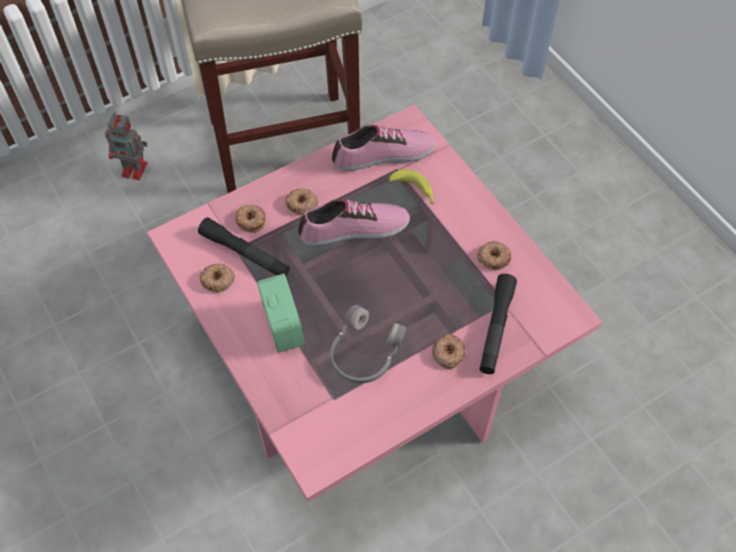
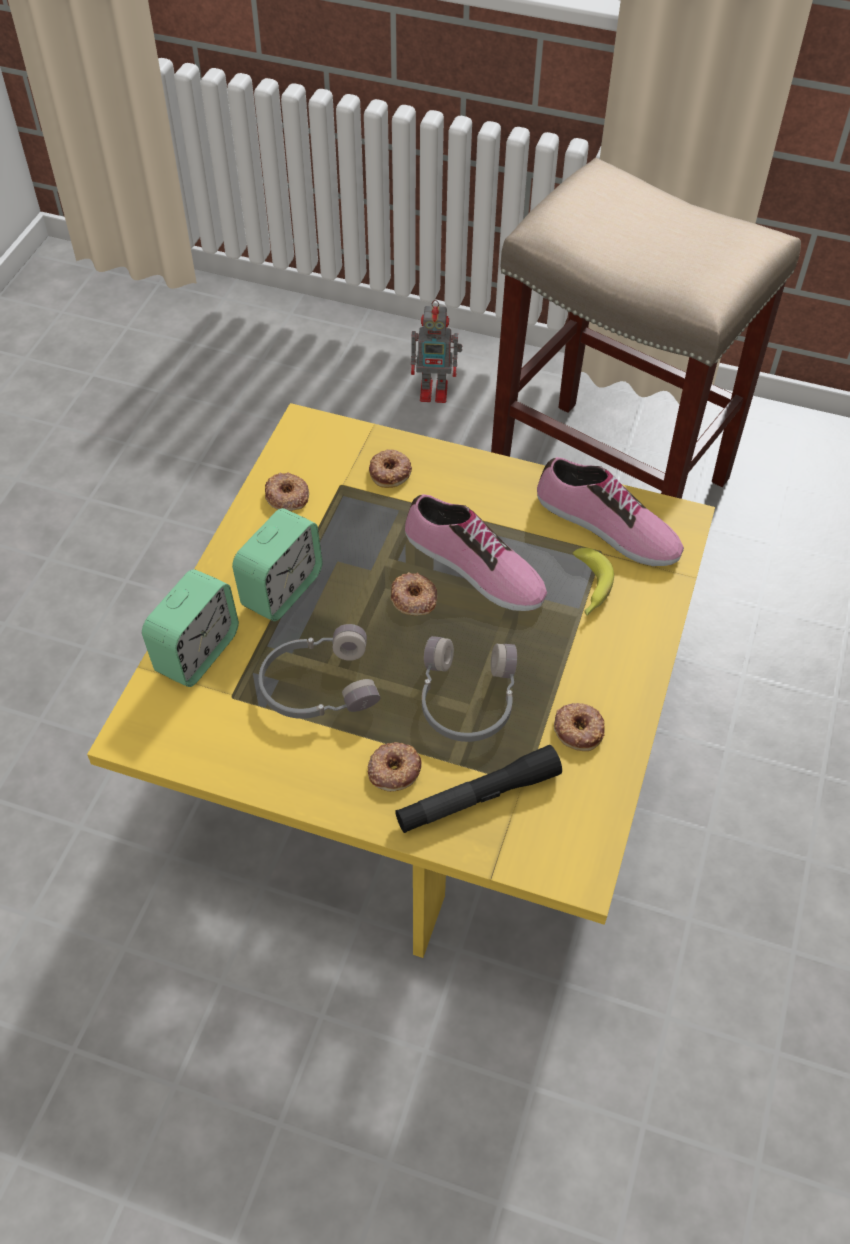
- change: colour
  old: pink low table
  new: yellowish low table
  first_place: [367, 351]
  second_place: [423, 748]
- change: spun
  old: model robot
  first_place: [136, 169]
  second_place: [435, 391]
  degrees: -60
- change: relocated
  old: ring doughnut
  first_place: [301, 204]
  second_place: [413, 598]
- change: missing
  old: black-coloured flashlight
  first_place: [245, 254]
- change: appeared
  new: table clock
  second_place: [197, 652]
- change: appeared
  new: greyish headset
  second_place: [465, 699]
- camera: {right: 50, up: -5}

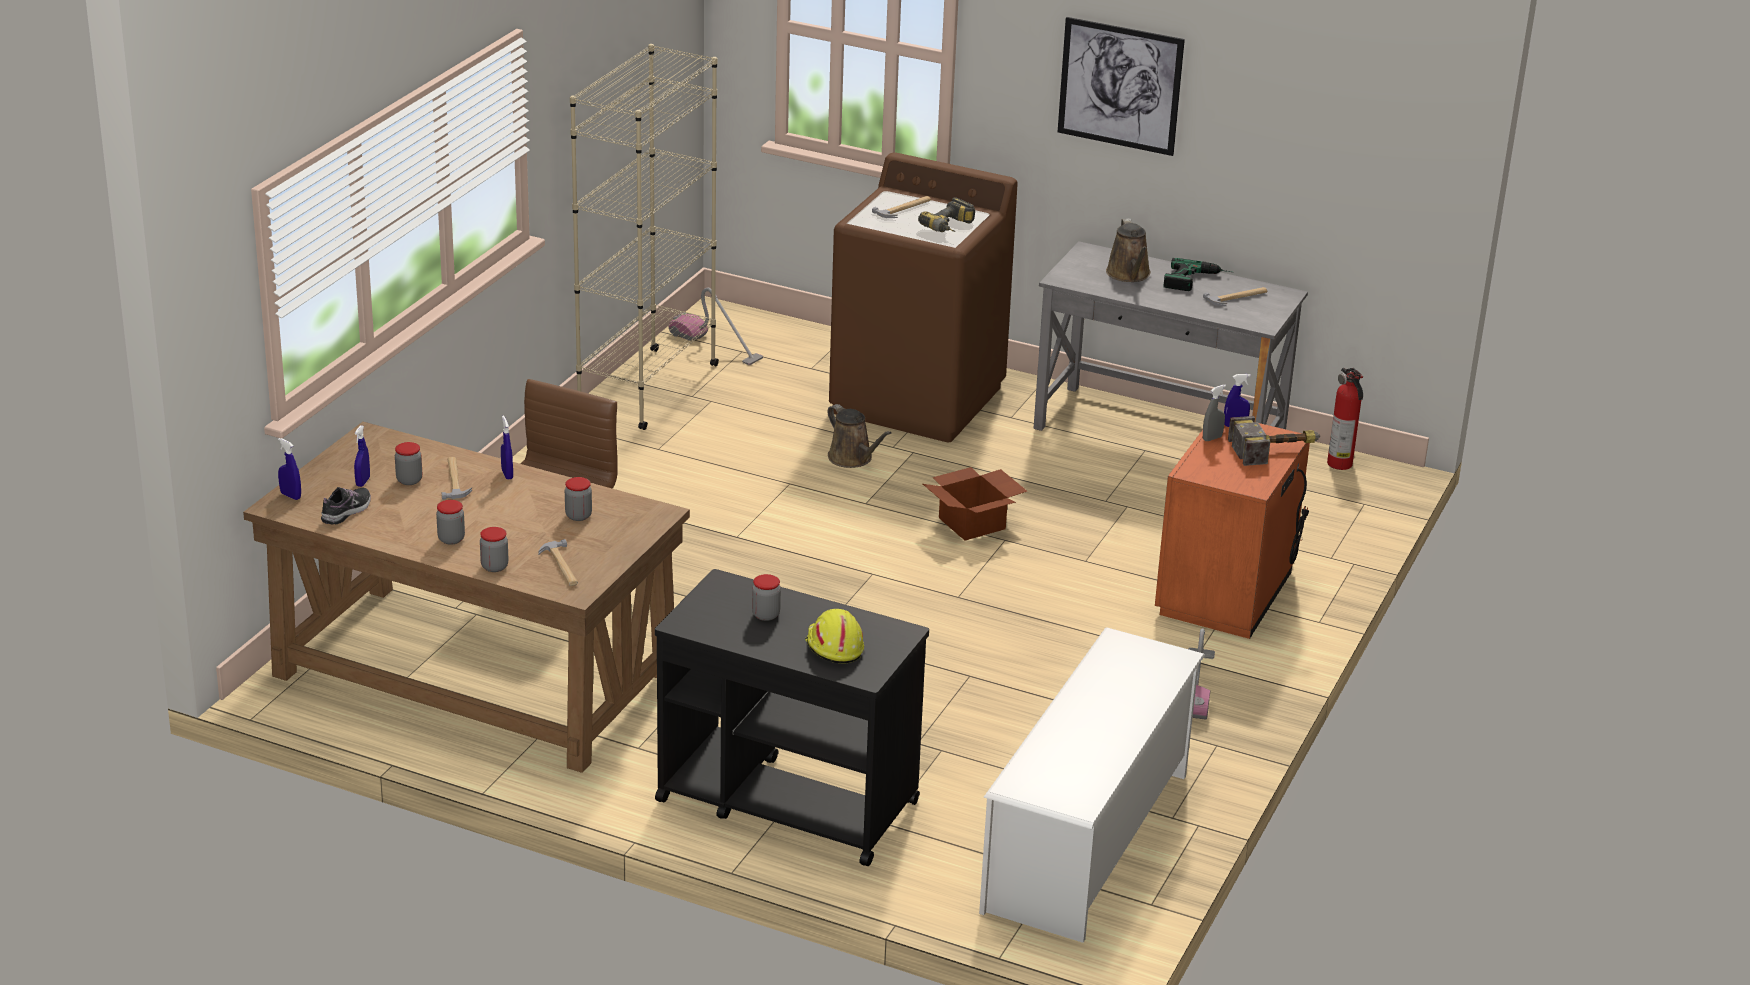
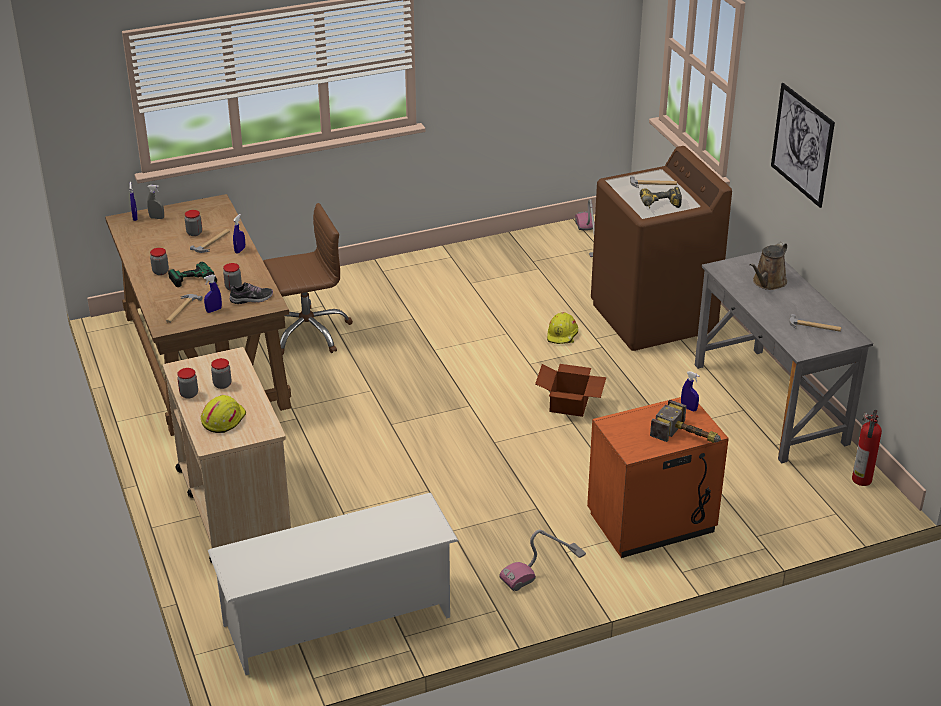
- change: missing
  old: sand-coloured bookshelf
  first_place: [647, 389]
- change: relocated
  old: drill
  first_place: [1198, 281]
  second_place: [196, 283]
- change: relocated
  old: greyish sprayer
  first_place: [1212, 438]
  second_place: [157, 218]
- change: exchanged
  old: brownish sprinkling can
  new: yellowish work helmet
  first_place: [853, 459]
  second_place: [562, 335]
- change: relocated
  old: blue sprayer
  first_place: [363, 482]
  second_place: [214, 310]
- change: relocated
  old: item of footwear
  first_place: [347, 511]
  second_place: [251, 299]
- change: relocated
  old: storage jar
  first_place: [494, 566]
  second_place: [189, 394]
- change: colour
  old: black-coloured trolley
  new: sand-coloured trolley
  first_place: [786, 800]
  second_place: [233, 505]
- camera: {right: 45, up: 5}

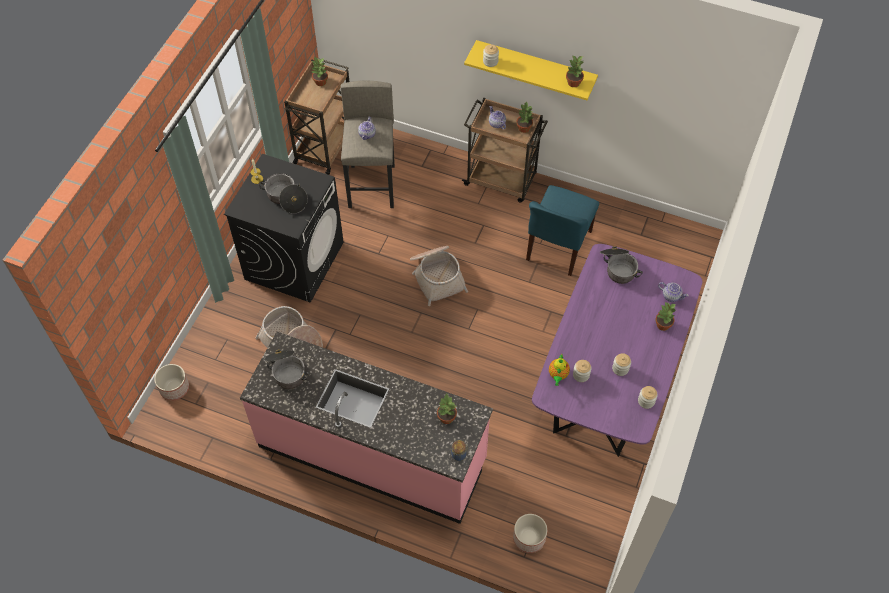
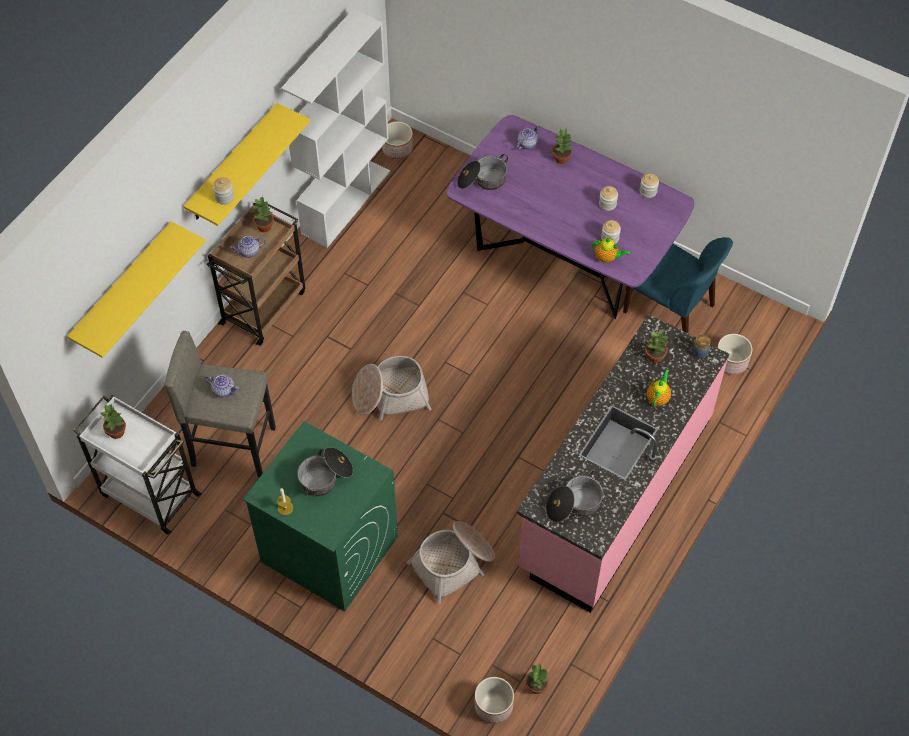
- change: relocated
  old: potted plant
  first_place: [574, 83]
  second_place: [537, 686]
- change: colour
  old: brownish trolley
  new: white trolley
  first_place: [325, 146]
  second_place: [148, 494]
- change: colour
  old: black-coloured laundry appliance
  new: greenish laundry appliance
  first_place: [294, 260]
  second_place: [328, 549]
- change: relocated
  old: blue plain chair
  first_place: [558, 246]
  second_place: [670, 309]
- change: appeared
  new: white bookshelf
  second_place: [346, 202]
- change: appeared
  new: plant pot
  second_place: [398, 149]
- change: appeared
  new: yellowish bracket shelf
  second_place: [123, 287]
- change: appeared
  new: tea pot
  second_place: [658, 398]
- camera: {right: -80, up: 0}

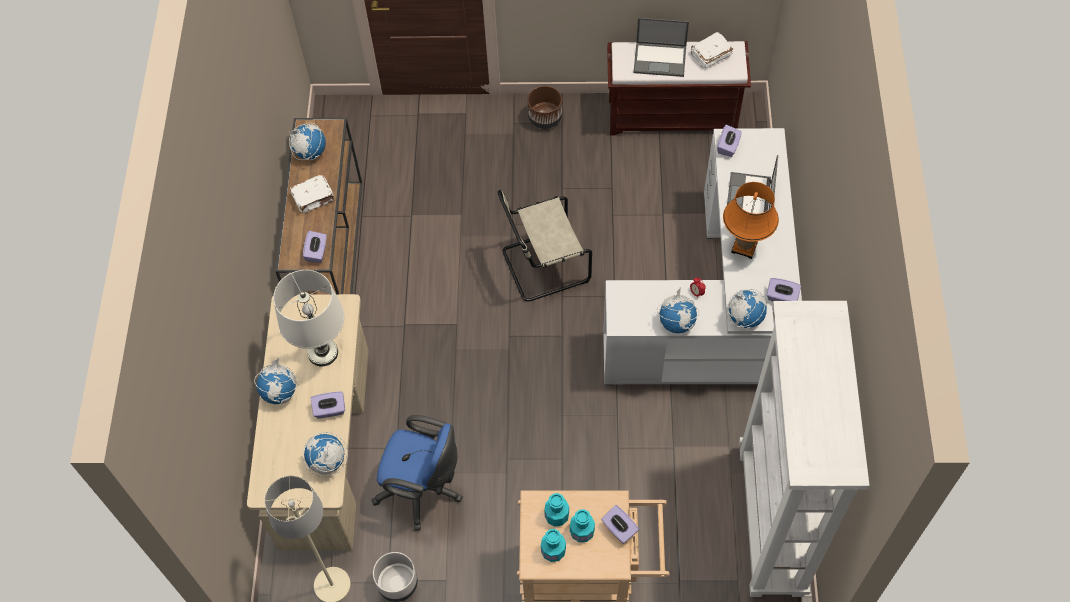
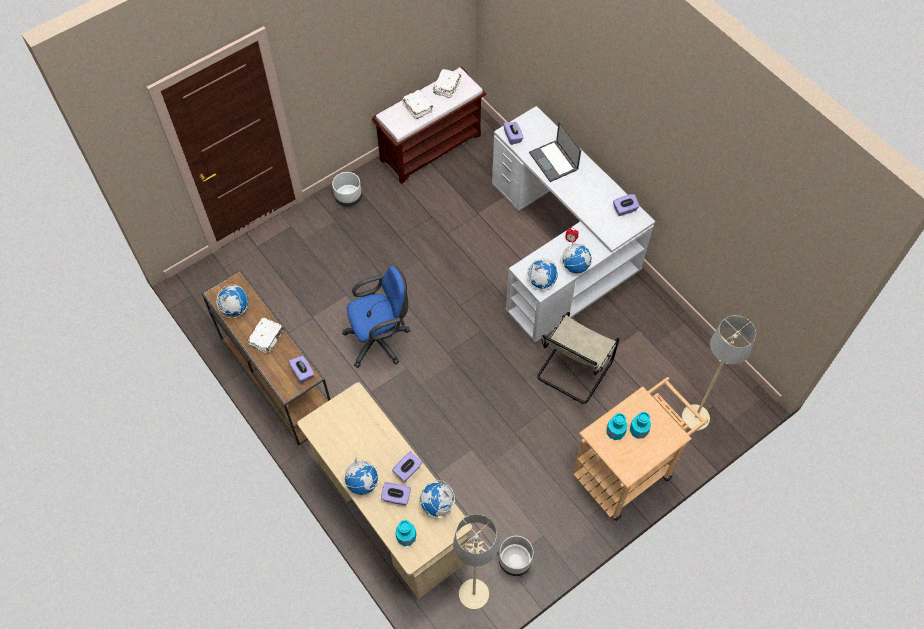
- change: exchanged
  old: notebook computer
  new: white bound book
  first_place: [660, 59]
  second_place: [417, 108]
- change: colour
  old: brownish plant pot
  new: white plant pot
  first_place: [545, 118]
  second_place: [348, 197]
- change: missing
  old: orange-coloured tabletop lamp
  first_place: [744, 247]
- change: relocated
  old: sand-coloured plain chair
  first_place: [542, 266]
  second_place: [573, 371]
- change: missing
  old: white tabletop lamp
  first_place: [323, 352]
- change: relocated
  old: world globe
  first_place: [744, 318]
  second_place: [541, 282]
- change: missing
  old: white bookshelf
  first_place: [772, 522]
- change: relocated
  old: blue computer chair
  first_place: [423, 490]
  second_place: [380, 340]
- change: relocated
  old: purple-coloured tissue box
  first_place: [619, 529]
  second_place: [396, 497]
- change: relocated
  old: blue-green drink bottle
  first_place: [553, 551]
  second_place: [406, 537]
- change: appeared
  new: sand-coloured standing lamp
  second_place: [695, 418]
- camera: {right: -40, up: 0}

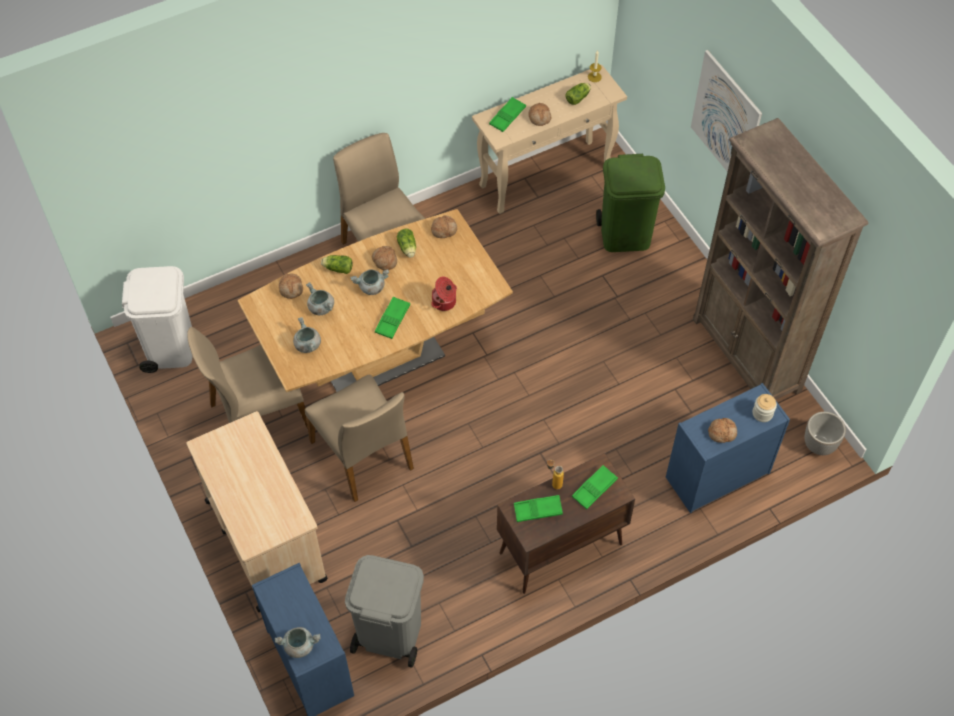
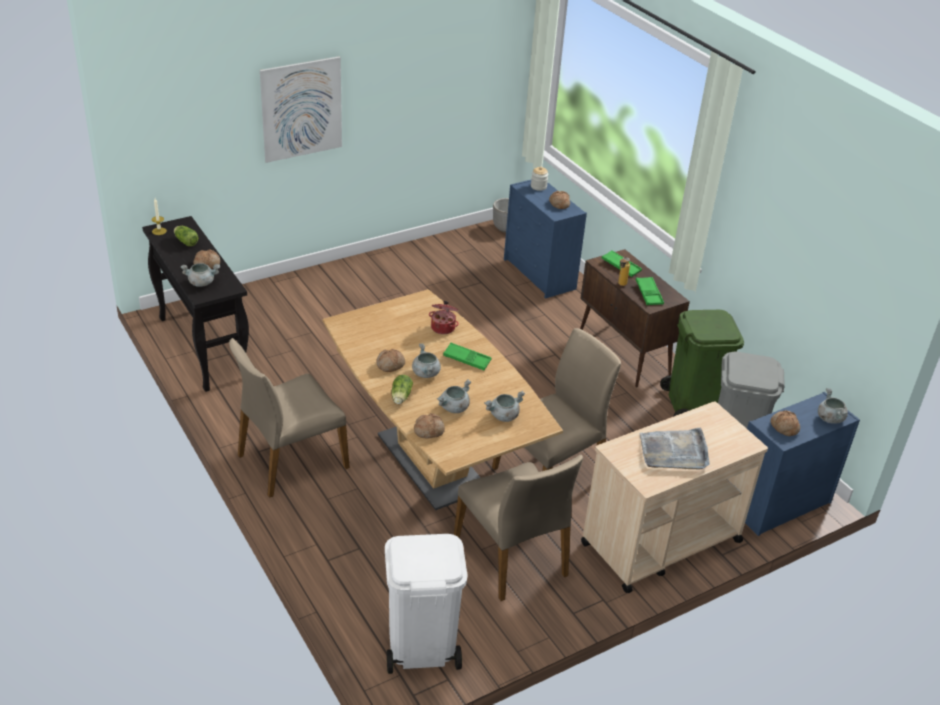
- change: colour
  old: sand-coloured narrow table
  new: black-coloured narrow table
  first_place: [546, 176]
  second_place: [201, 347]
- change: exchanged
  old: greenish serving tray
  new: greyish stockpot
  first_place: [507, 117]
  second_place: [202, 282]
- change: missing
  old: brownish bookshelf
  first_place: [746, 355]
- change: relocated
  old: greenish waste bin
  first_place: [625, 235]
  second_place: [691, 405]
- change: relocated
  old: baked bread
  first_place: [444, 229]
  second_place: [784, 427]
- change: missing
  old: lettuce
  first_place: [407, 249]
- change: appeared
  new: greyish serving tray
  second_place: [674, 452]
- camera: {right: -95, up: -20}

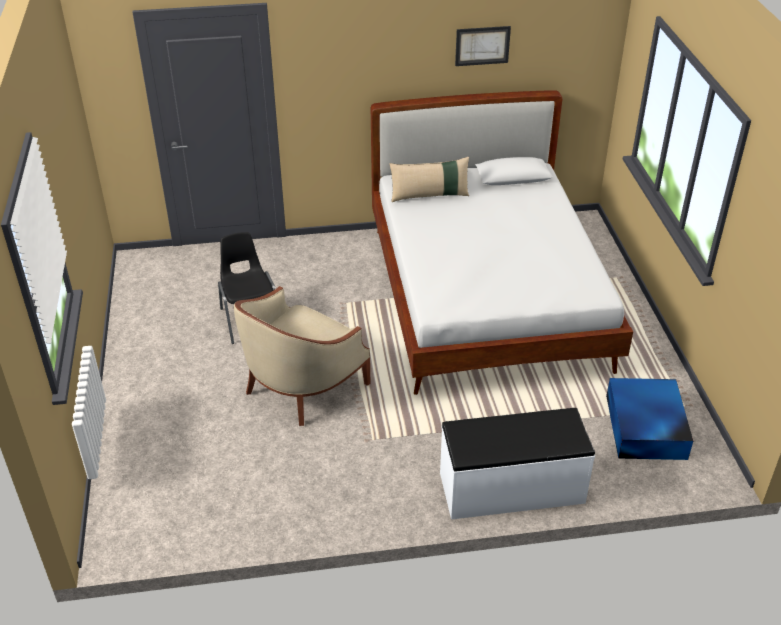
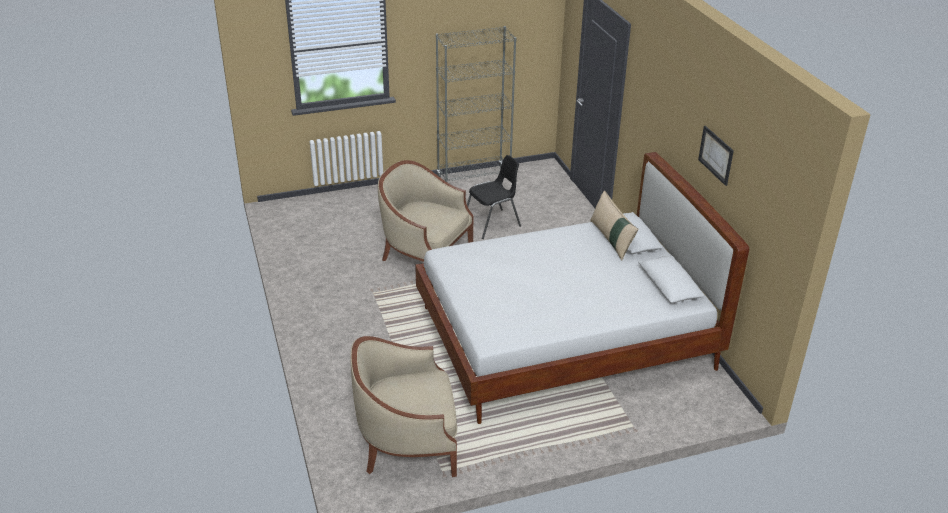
- change: exchanged
  old: blue storage bin
  new: sand-coloured lounge chair
  first_place: [645, 428]
  second_place: [408, 442]
- change: missing
  old: white long seat
  first_place: [511, 489]
- change: appeared
  new: greyish bookshelf
  second_place: [474, 178]
- camera: {right: 80, up: -5}

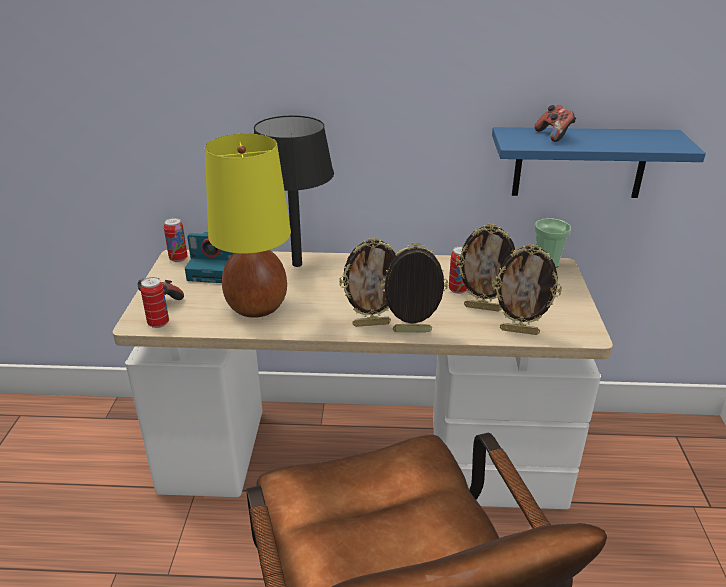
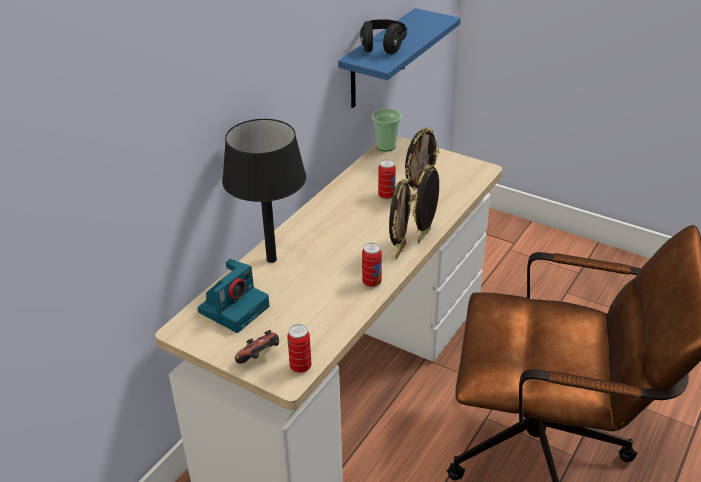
- change: exchanged
  old: joypad
  new: black-coloured headset
  first_place: [554, 136]
  second_place: [382, 47]
- change: missing
  old: yellowish tabletop lamp
  first_place: [256, 307]
- change: relocated
  old: can
  first_place: [178, 258]
  second_place: [371, 282]
- change: missing
  old: standing frame
  first_place: [519, 331]
- camera: {right: -60, up: 5}

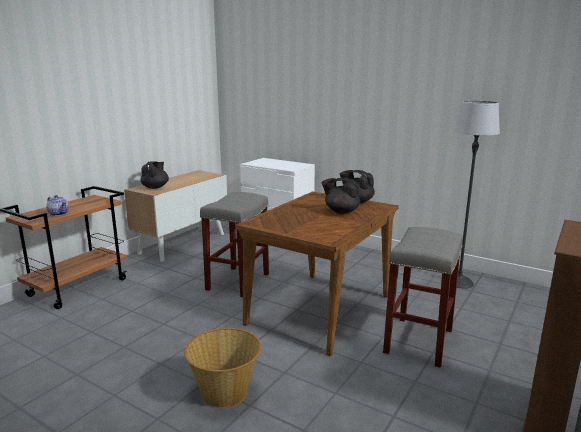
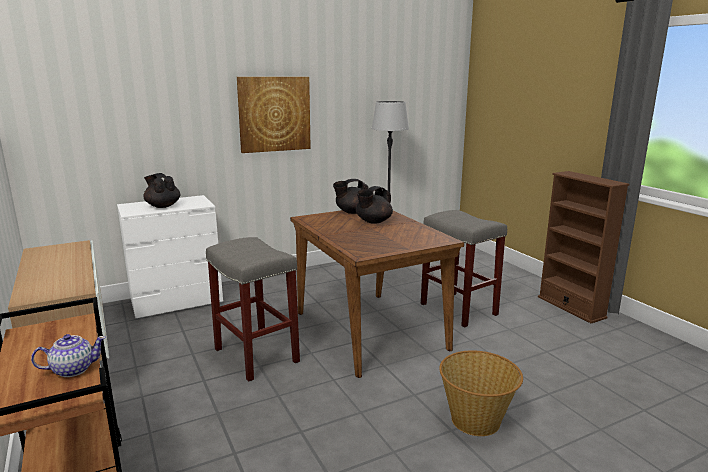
- change: relocated
  old: black-coloured tea pot
  first_place: [155, 187]
  second_place: [163, 206]
- change: appeared
  new: picture
  second_place: [274, 114]
- camera: {right: -60, up: 0}

